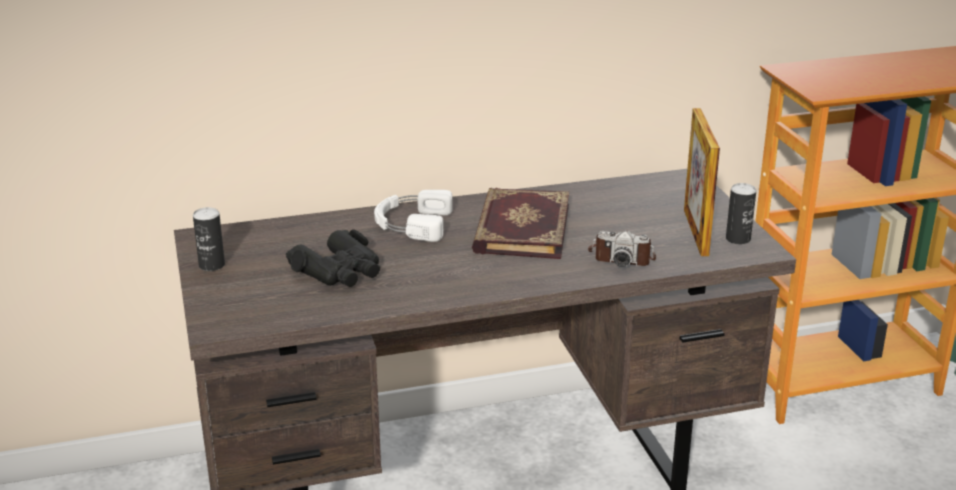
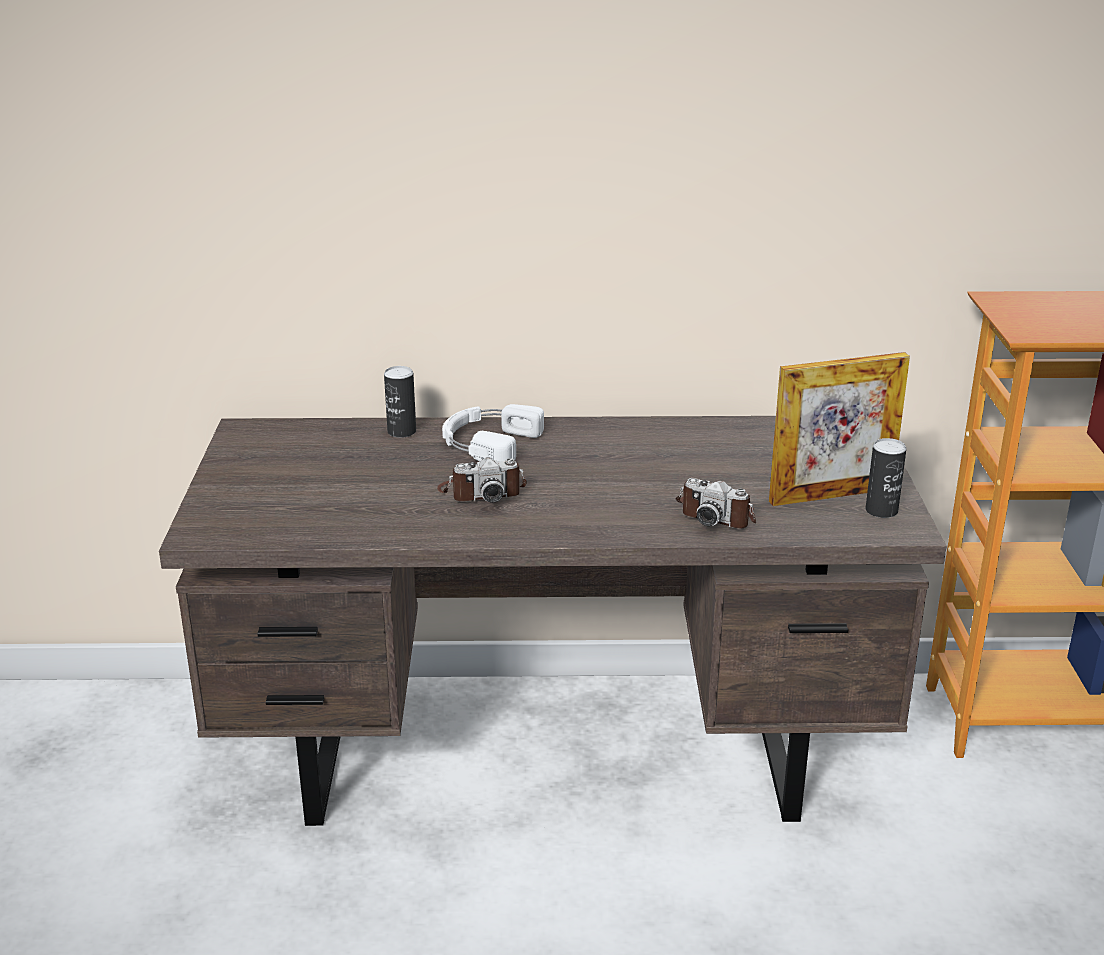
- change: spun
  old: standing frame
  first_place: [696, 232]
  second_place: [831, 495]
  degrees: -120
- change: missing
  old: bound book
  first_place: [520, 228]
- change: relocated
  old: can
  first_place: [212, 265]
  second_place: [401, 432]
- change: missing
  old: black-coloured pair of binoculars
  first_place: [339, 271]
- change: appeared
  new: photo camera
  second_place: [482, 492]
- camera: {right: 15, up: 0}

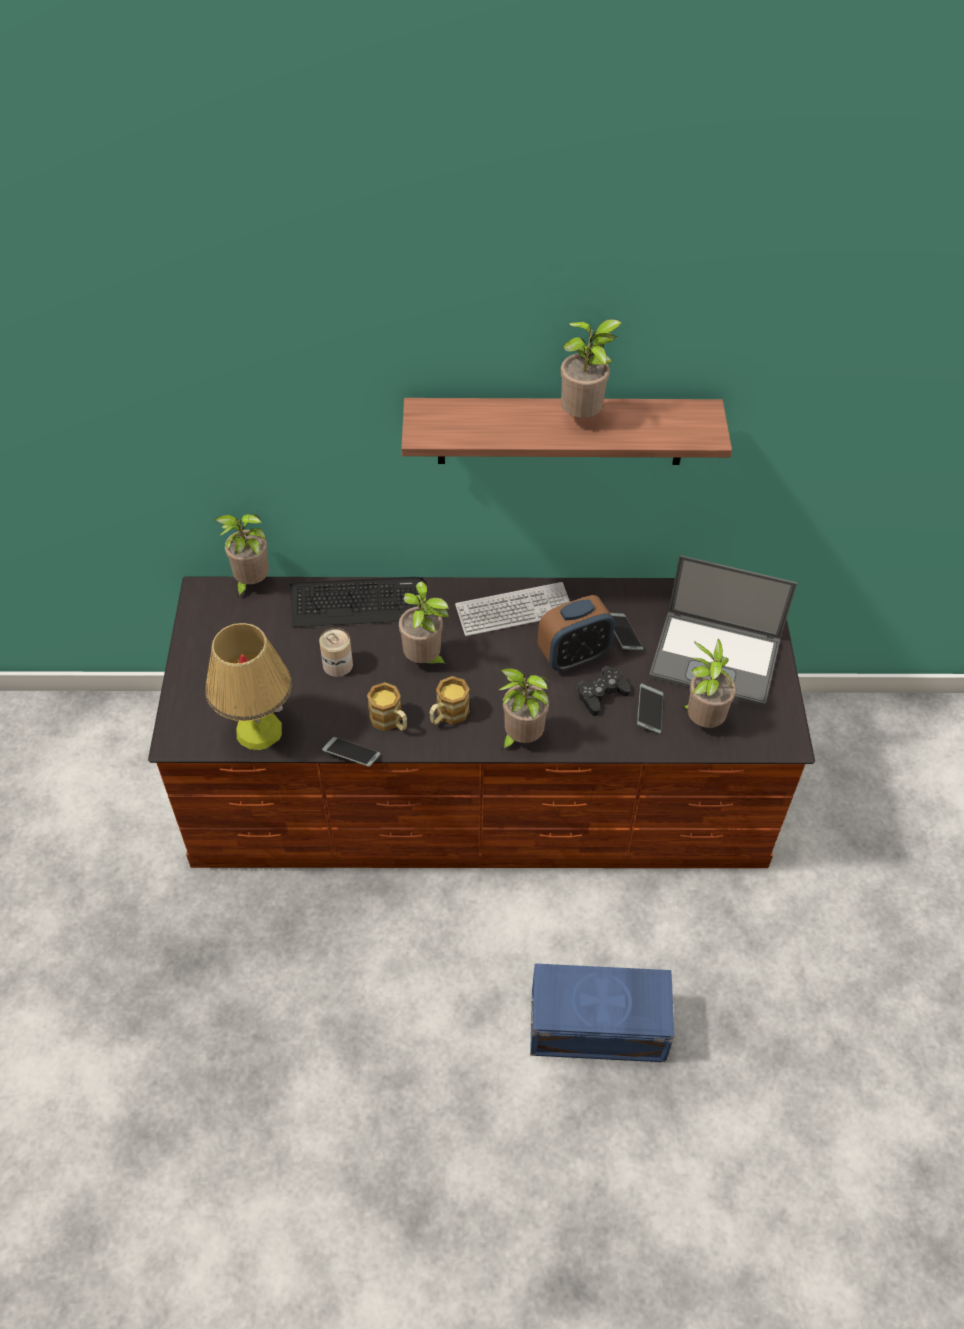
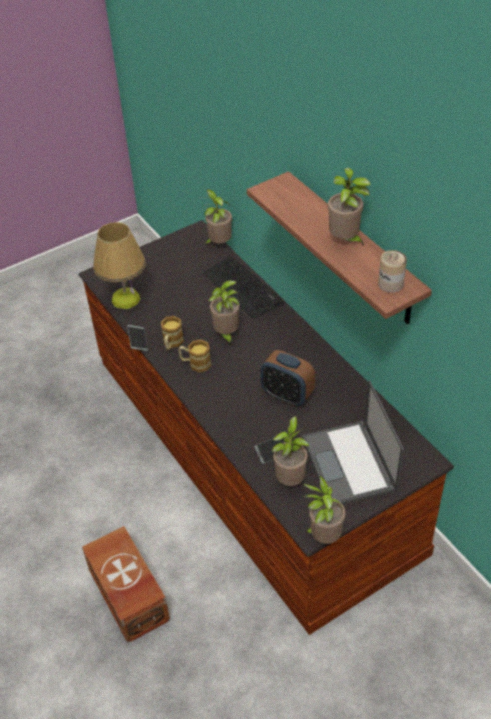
- change: missing
  old: computer keyboard
  first_place: [514, 610]
- change: missing
  old: telephone
  first_place: [623, 635]
- change: relocated
  old: can
  first_place: [337, 665]
  second_place: [390, 284]
- change: missing
  old: black-coloured joypad
  first_place: [601, 694]
- change: relocated
  old: potted plant
  first_place: [521, 738]
  second_place: [323, 536]
- change: colour
  old: blue storage bin
  new: brownish storage bin
  first_place: [599, 1028]
  second_place: [128, 596]
- camera: {right: 60, up: -5}

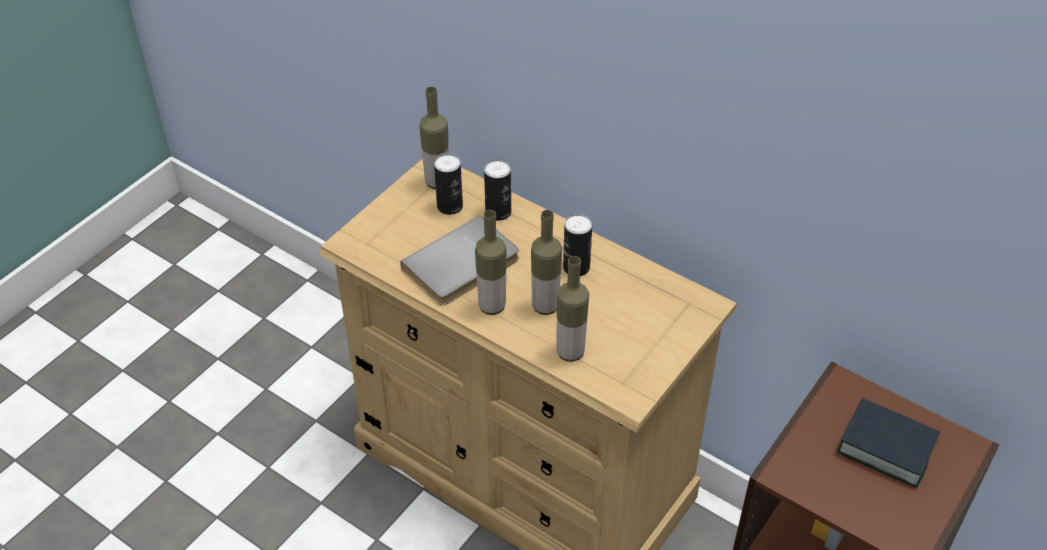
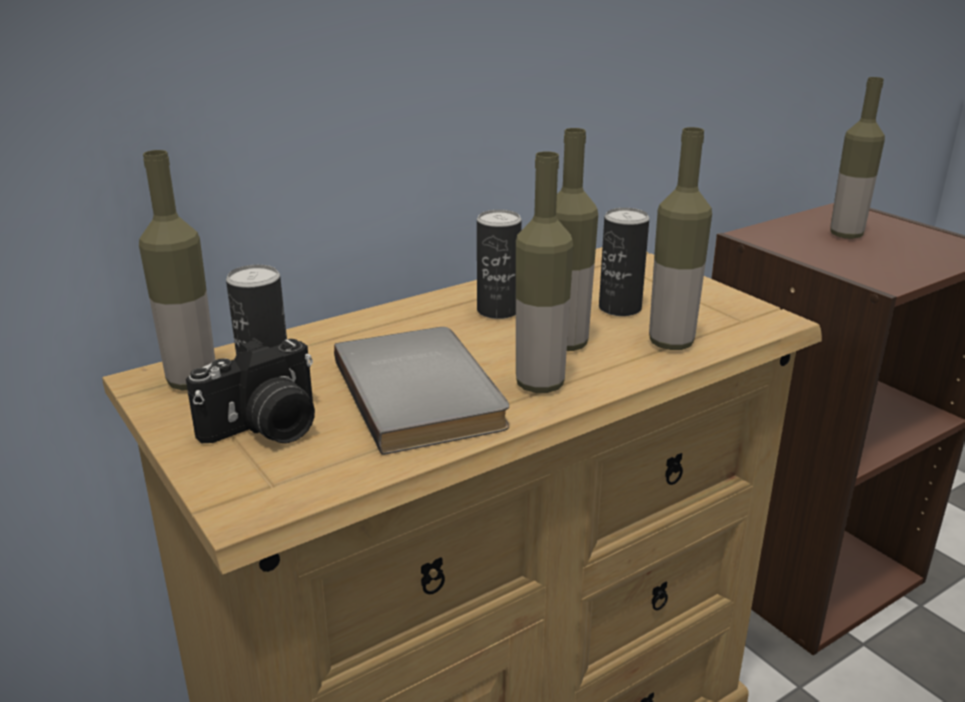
- change: relocated
  old: can
  first_place: [498, 212]
  second_place: [620, 308]
- change: exchanged
  old: bound book
  new: drink bottle
  first_place: [886, 447]
  second_place: [846, 235]
- change: appeared
  new: photo camera
  second_place: [266, 429]
- camera: {right: -70, up: -20}

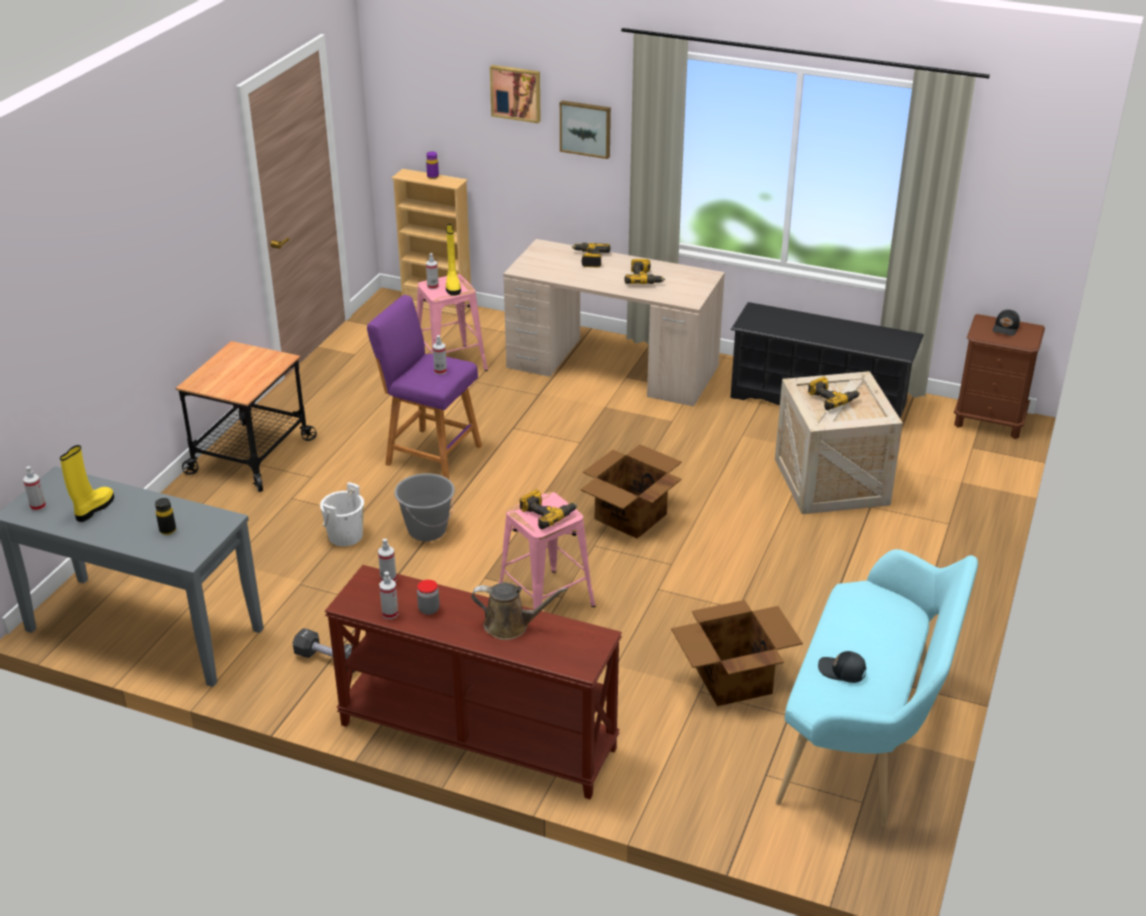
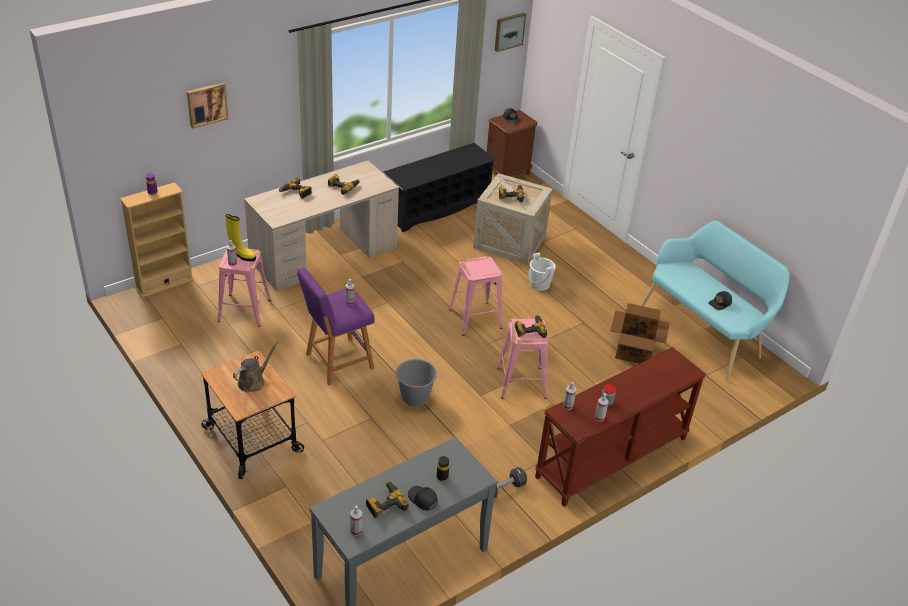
- change: relocated
  old: picture
  first_place: [586, 128]
  second_place: [509, 31]
- change: exchanged
  old: cardboard box
  new: pink stool
  first_place: [629, 517]
  second_place: [475, 319]
- change: exchanged
  old: yellowish boot
  new: drill
  first_place: [94, 509]
  second_place: [385, 504]
- change: relocated
  old: white pail
  first_place: [345, 536]
  second_place: [539, 284]
- change: relocated
  old: brownish sprinkling can
  first_place: [511, 626]
  second_place: [253, 381]
- change: appeared
  new: black-coloured peaked cap
  second_place: [422, 499]
- camera: {right: -60, up: 5}

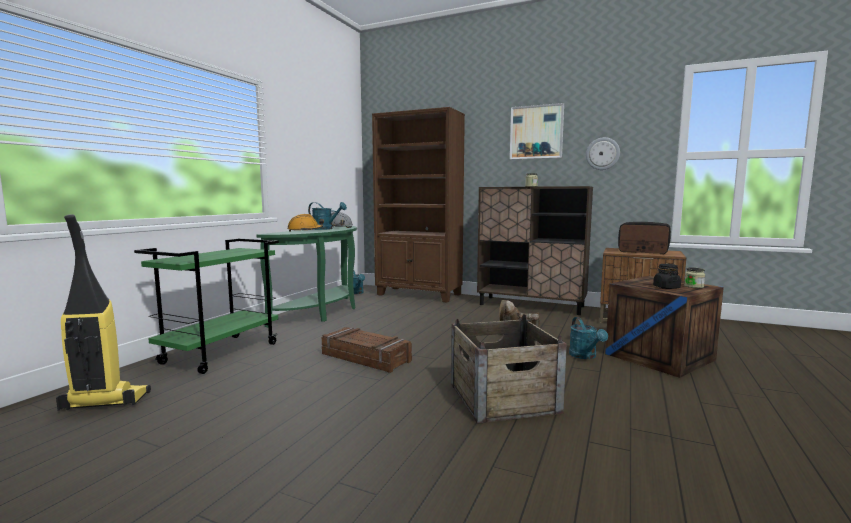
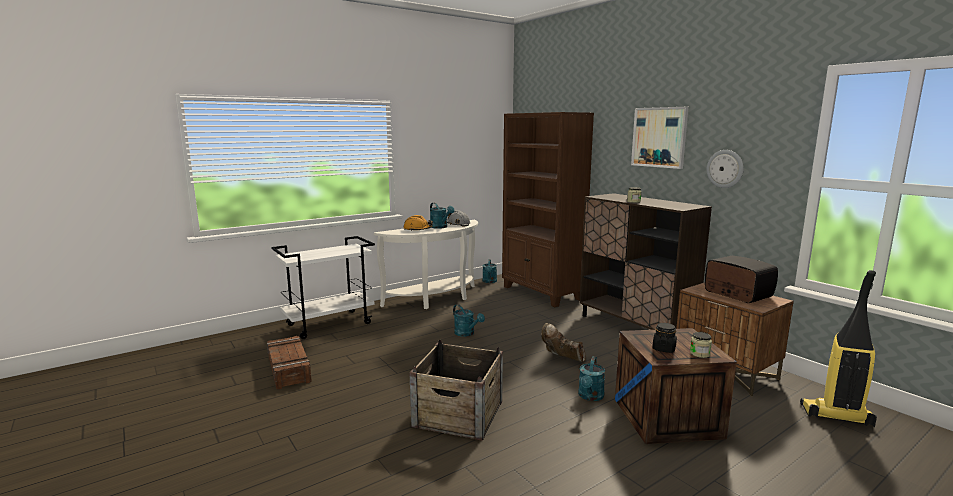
- change: relocated
  old: vacuum
  first_place: [104, 402]
  second_place: [835, 416]
- change: colour
  old: greenish narrow table
  new: white narrow table
  first_place: [323, 313]
  second_place: [436, 299]
- change: colour
  old: greenish trolley
  new: white trolley
  first_place: [221, 353]
  second_place: [330, 324]
- change: relocated
  old: packing crate
  first_place: [366, 357]
  second_place: [289, 368]
- change: appeared
  new: blue-green sprinkling can
  second_place: [467, 334]
- camera: {right: 30, up: 5}

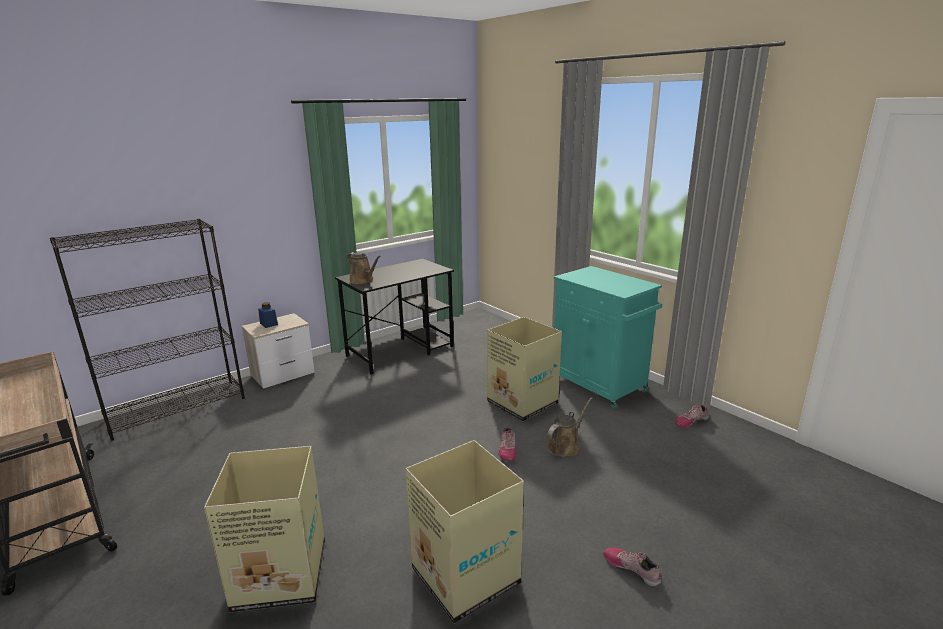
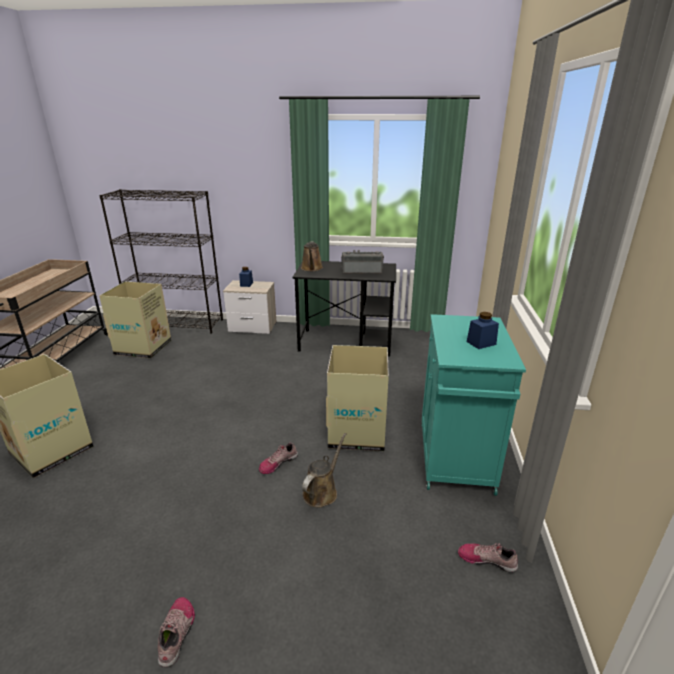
- change: spun
  old: brownish sprinkling can
  first_place: [565, 446]
  second_place: [322, 491]
  degrees: -60
- change: relocated
  old: cardboard box
  first_place: [464, 575]
  second_place: [144, 347]
- change: appeared
  new: radio
  second_place: [362, 271]
- change: appeared
  new: blue storage jar
  second_place: [481, 343]
- camera: {right: 45, up: 5}

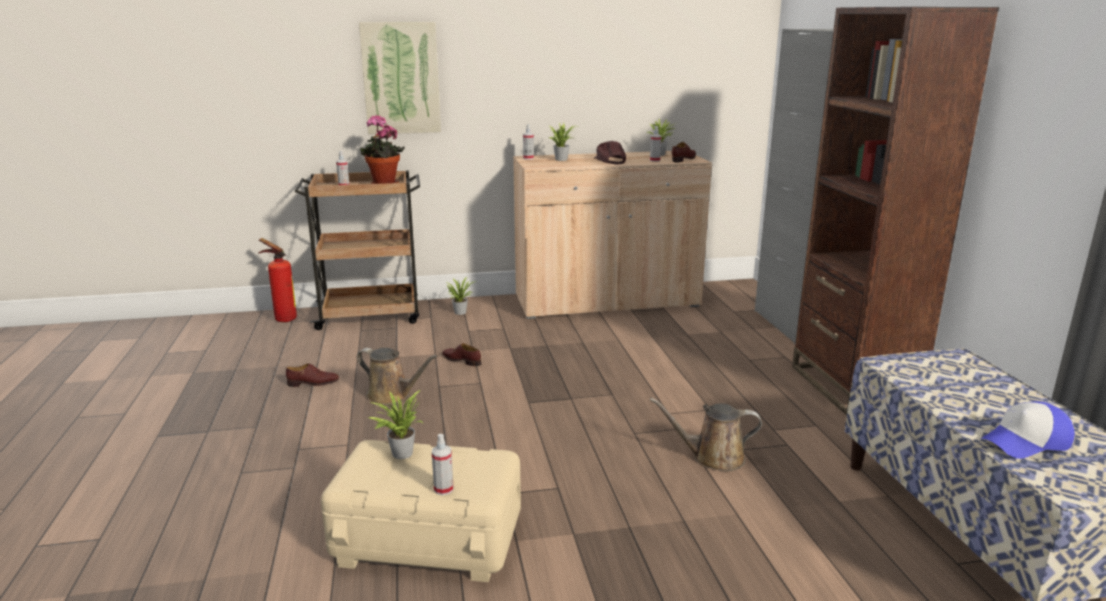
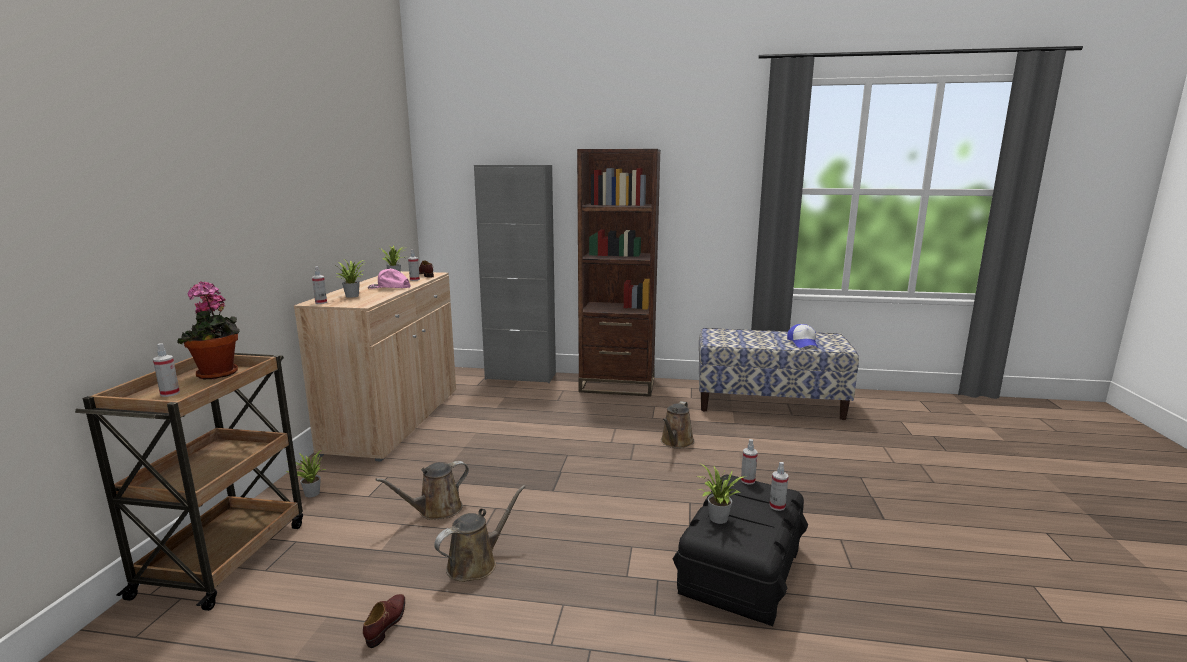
- change: missing
  old: picture
  first_place: [401, 78]
- change: colour
  old: brownish peaked cap
  new: pink peaked cap
  first_place: [609, 161]
  second_place: [389, 287]
- change: missing
  old: extinguisher
  first_place: [283, 319]
- change: exchanged
  old: brownish item of footwear
  new: brownish sprinkling can
  first_place: [461, 360]
  second_place: [436, 510]
- change: colour
  old: sand-coloured storage bin
  new: black-coloured storage bin
  first_place: [429, 537]
  second_place: [740, 570]
- change: appeared
  new: sprayer
  second_place: [747, 481]
- camera: {right: -70, up: -5}

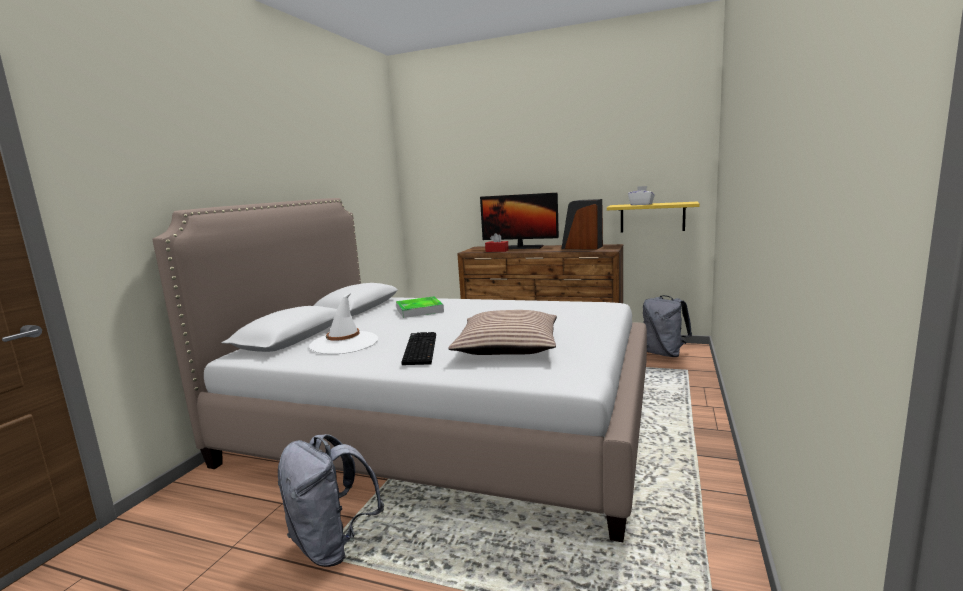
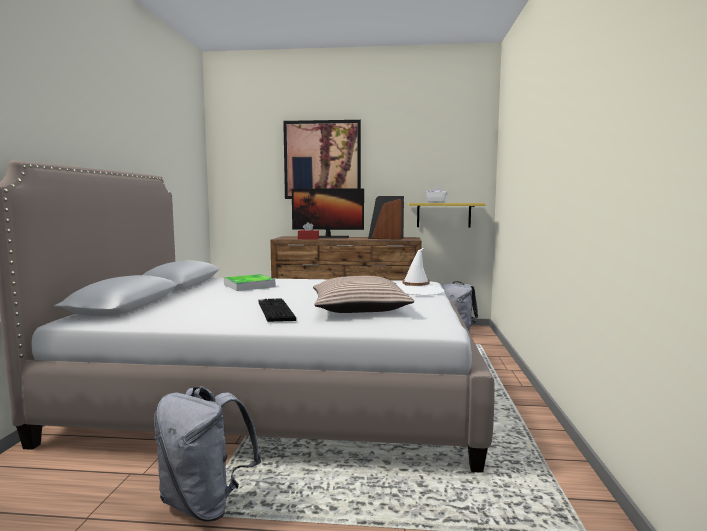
- change: relocated
  old: white clothing hat
  first_place: [344, 343]
  second_place: [416, 290]
- change: appeared
  new: picture
  second_place: [322, 160]
- camera: {right: -15, up: -5}

